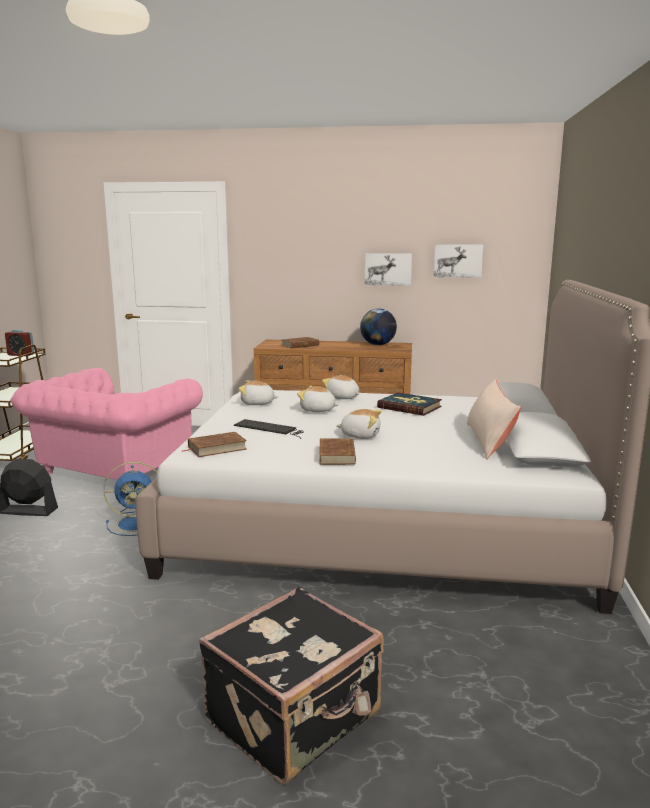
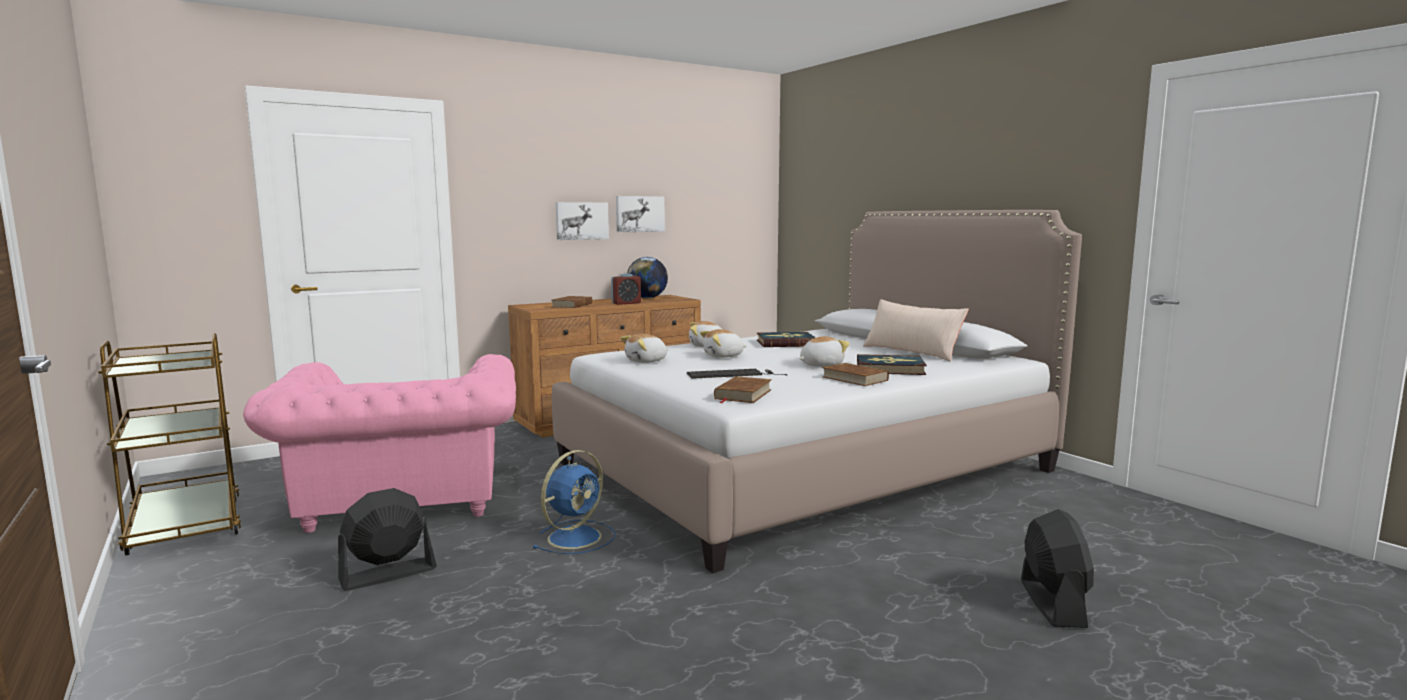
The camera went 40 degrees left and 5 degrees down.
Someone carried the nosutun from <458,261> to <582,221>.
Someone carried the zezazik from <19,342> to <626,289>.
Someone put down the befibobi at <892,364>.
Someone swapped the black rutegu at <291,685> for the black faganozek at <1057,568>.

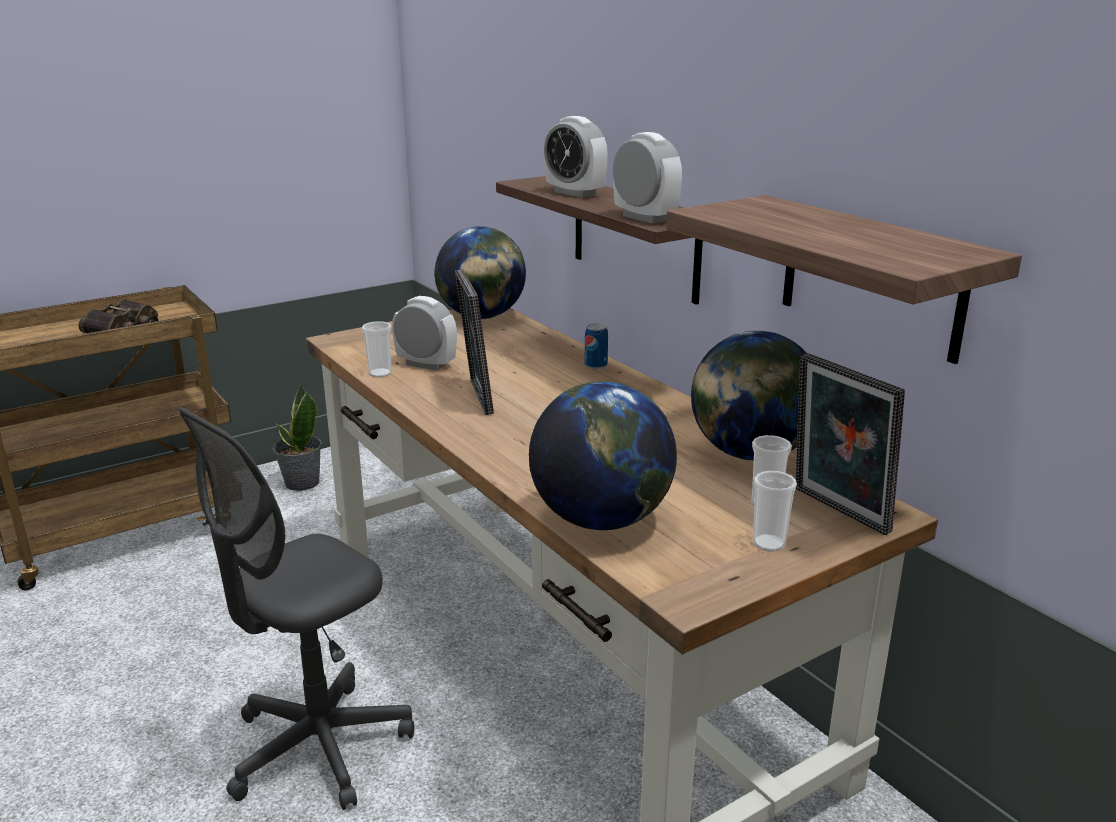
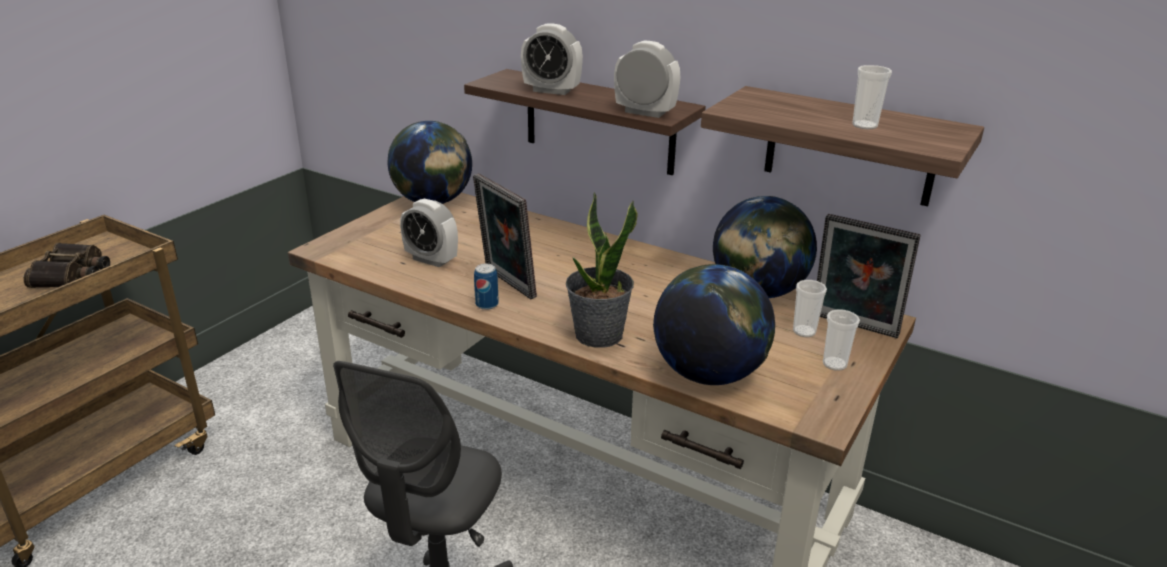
The camera went 25 degrees left and 5 degrees up.
Someone rotated the zezazik at <424,333> by 150 degrees counterclockwise.
Someone carried the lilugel from <596,346> to <486,287>.
Someone carried the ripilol from <297,437> to <602,270>.
Someone carried the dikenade from <376,349> to <872,97>.

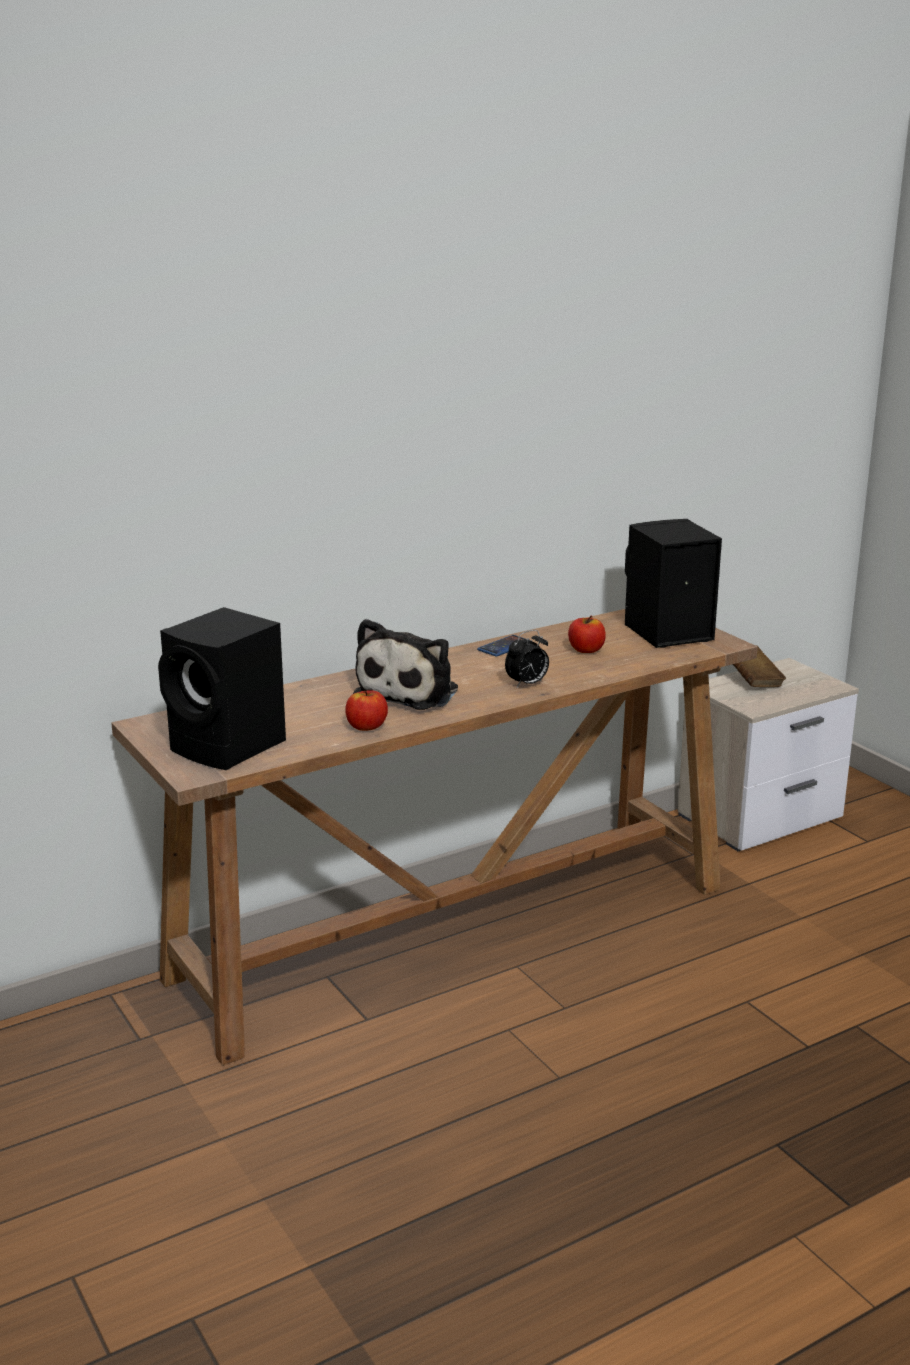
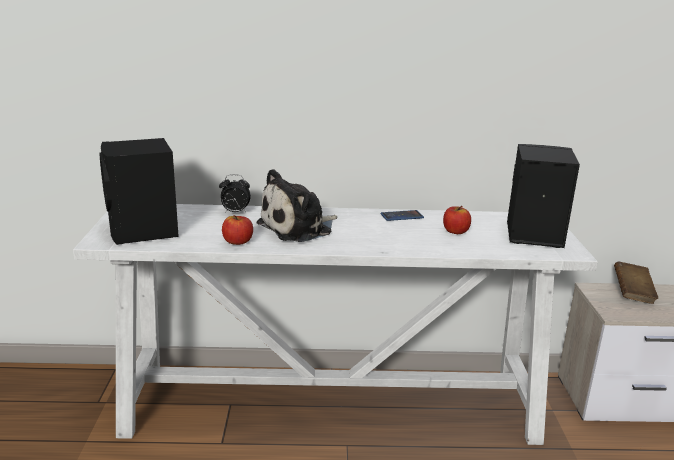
The camera went 30 degrees right and 0 degrees up.
Someone repainted the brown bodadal at <434,837>, which became the white bodadal at <335,324>.
Someone carried the zezazik from <527,659> to <235,193>.

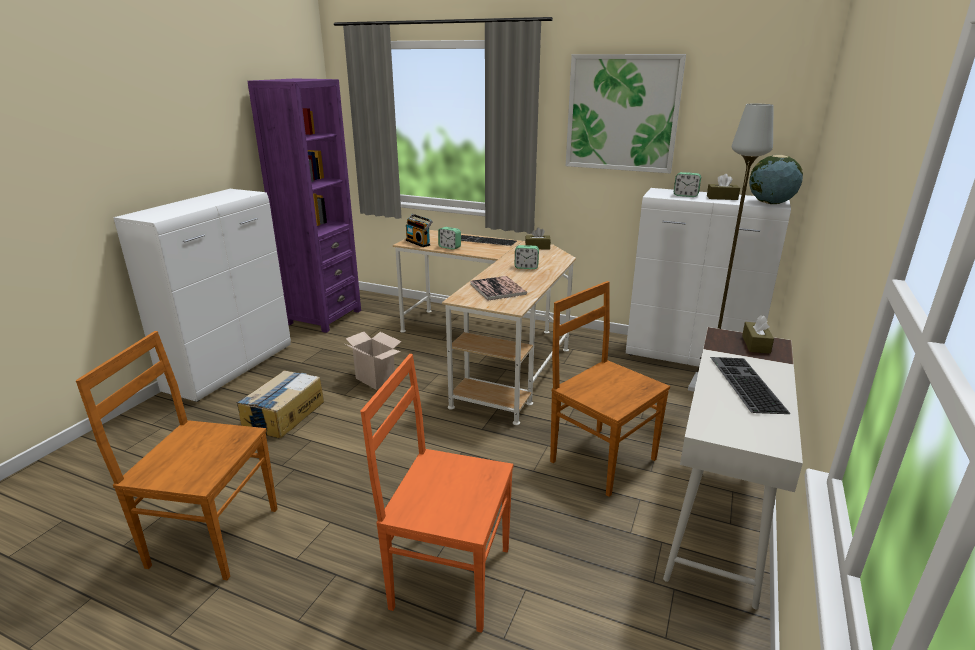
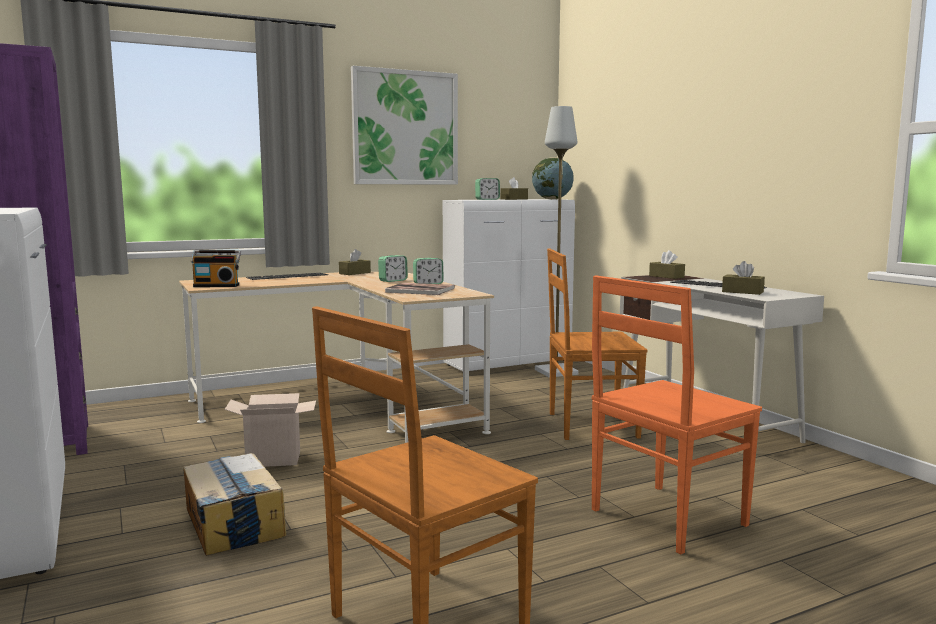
The camera went 50 degrees left and 15 degrees down.
Someone carried the zezazik from <449,238> to <428,271>.
Someone put down the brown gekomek at <743,278>.

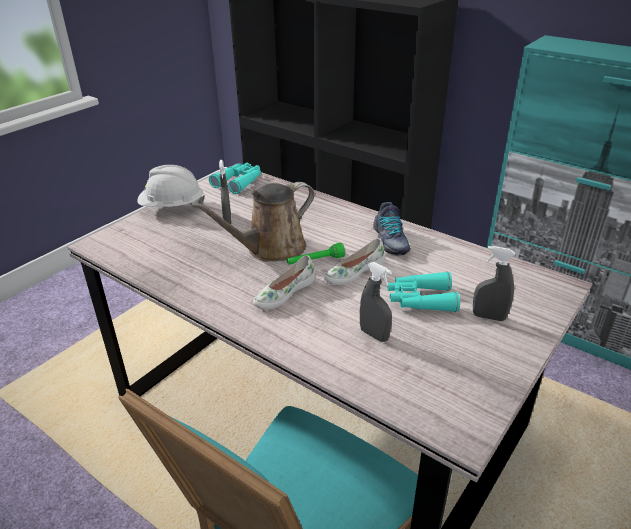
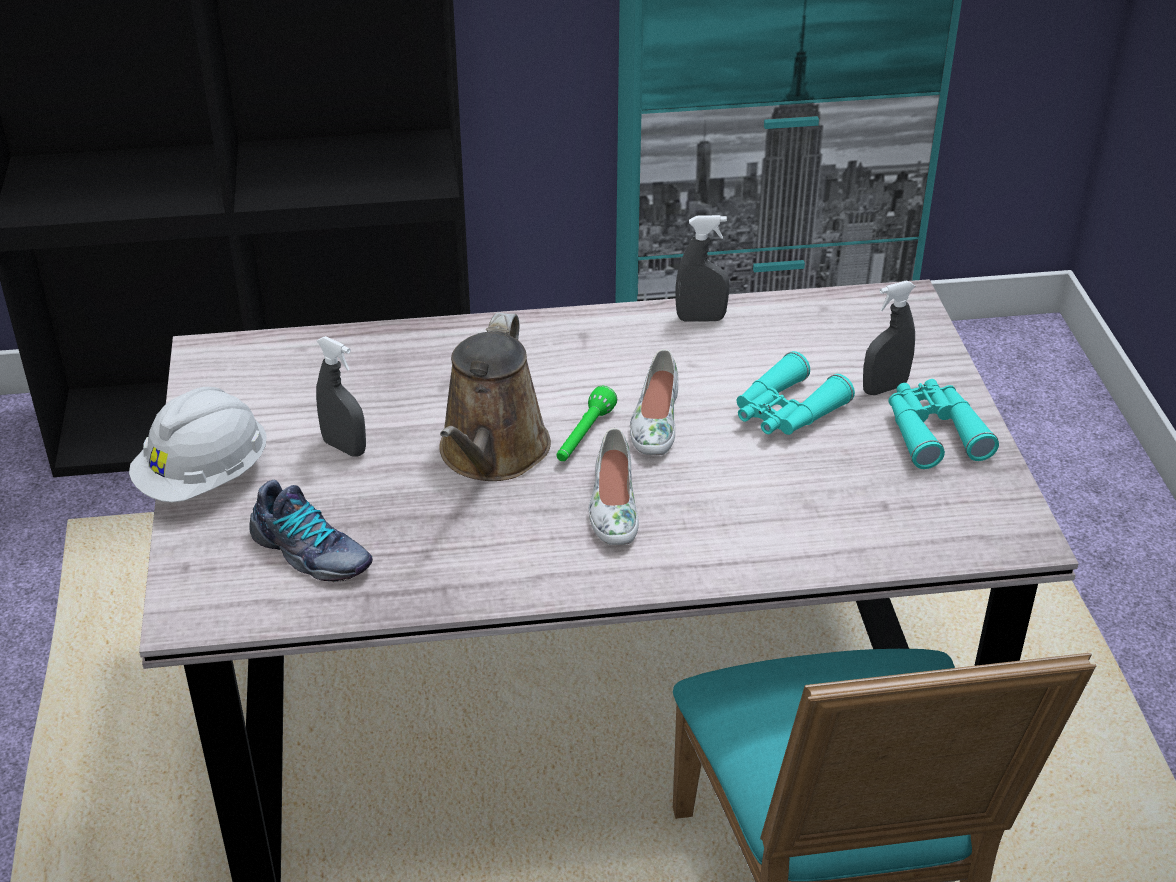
The camera went 45 degrees left and 5 degrees up.
Someone carried the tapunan from <392,229> to <311,531>.
Someone carried the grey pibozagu from <376,302> to <703,268>.
Someone carried the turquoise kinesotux from <235,178> to <943,424>.

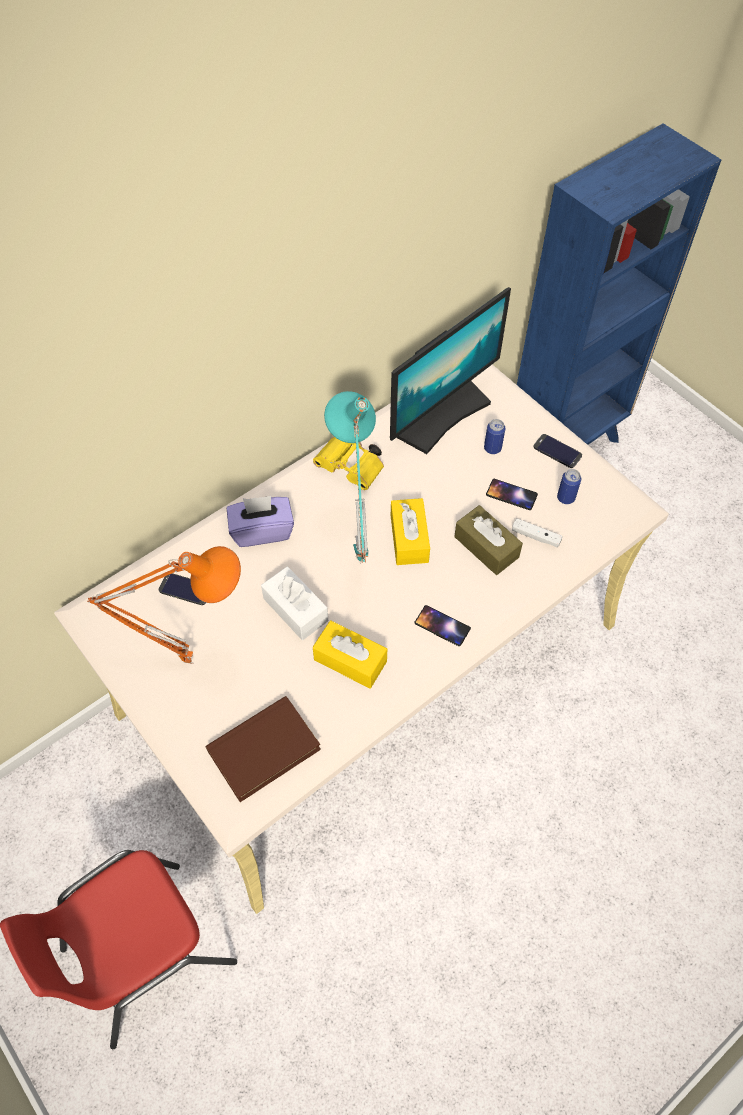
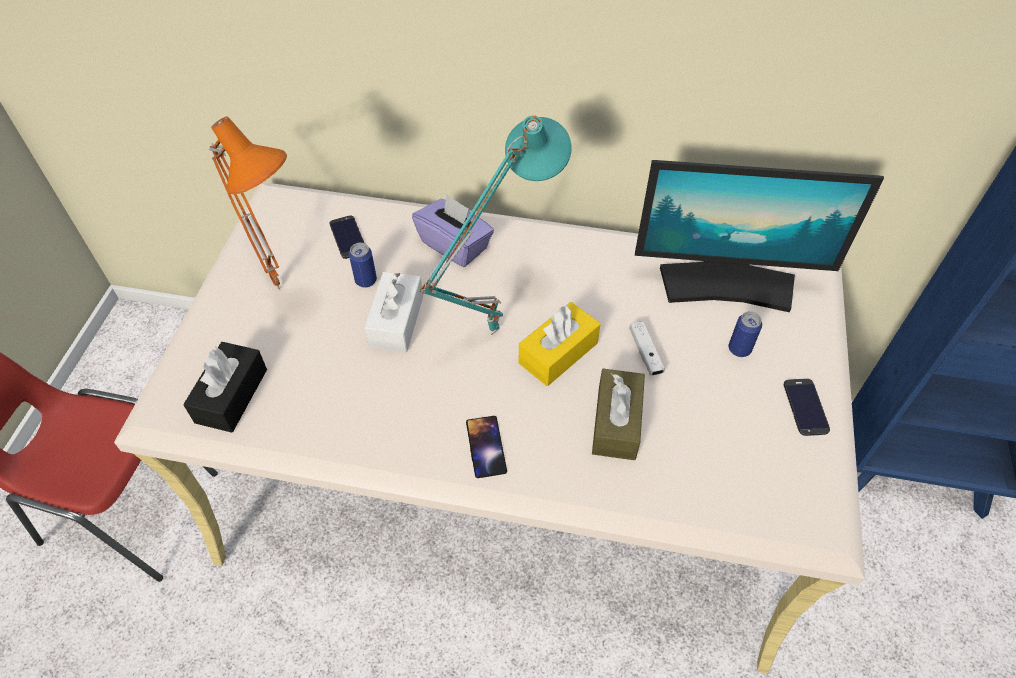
The camera went 50 degrees right and 5 degrees down.
Someone swapped the brown befibobi at <263,749> for the black gekomek at <225,387>.
Someone carried the lilugel from <569,486> to <363,265>.
Someone carried the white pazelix from <537,533> to <647,348>.
Someone took away the yellow kinesotux at <348,463>.
Someone took away the yellow gekomek at <350,655>.
Someone took away the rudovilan at <512,494>.

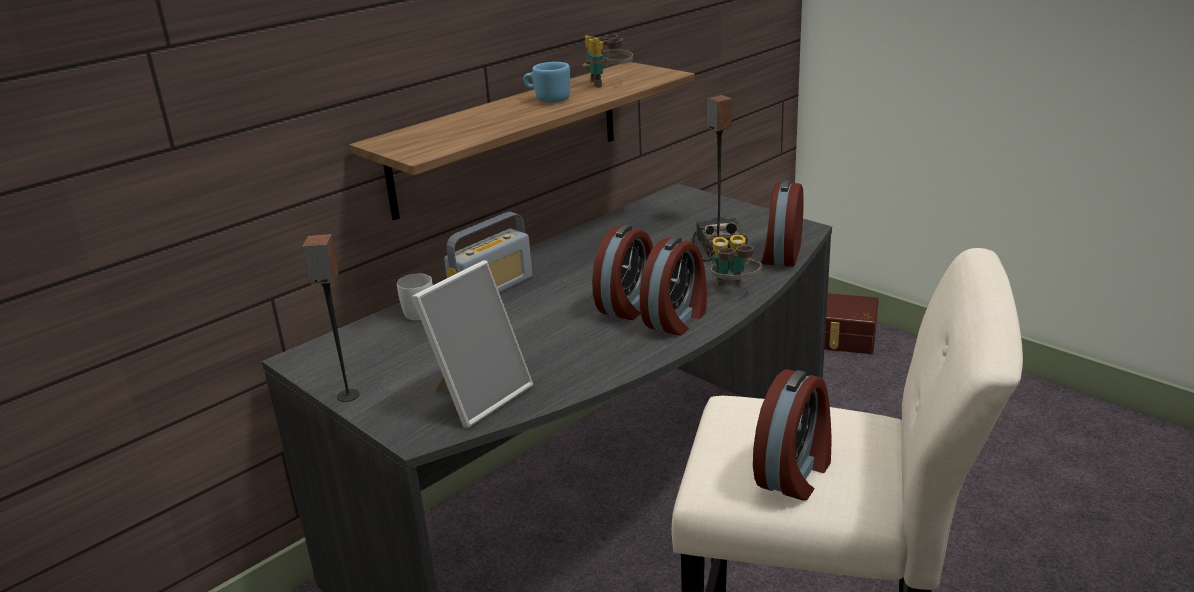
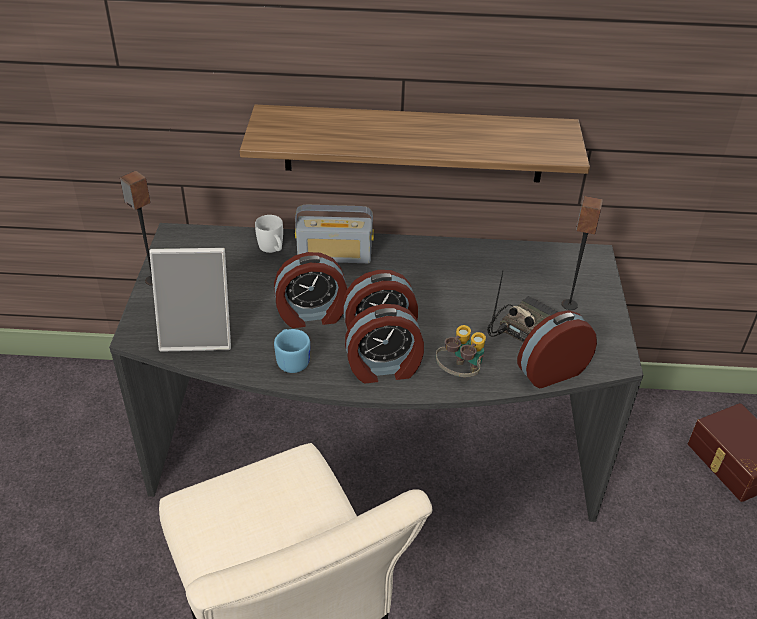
The camera went 45 degrees right and 15 degrees up.
Someone carried the zezazik from <792,435> to <310,290>.
Someone carried the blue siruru from <547,82> to <292,351>.
Someone took away the kinesotux at <608,61>.

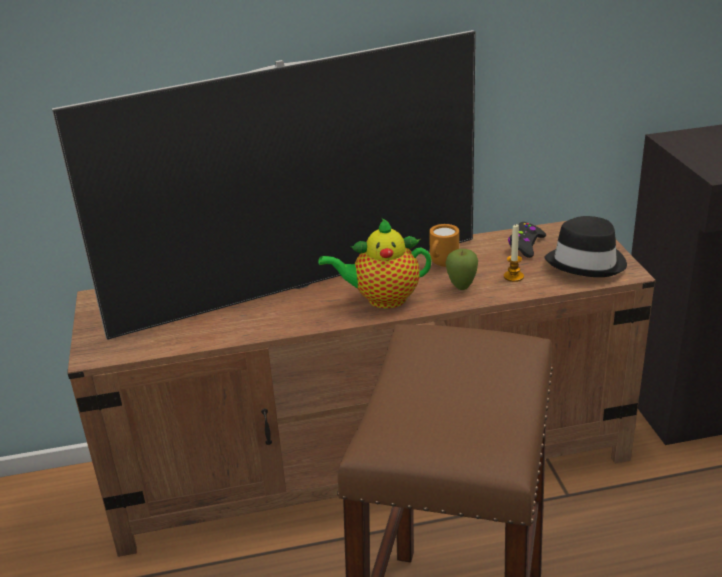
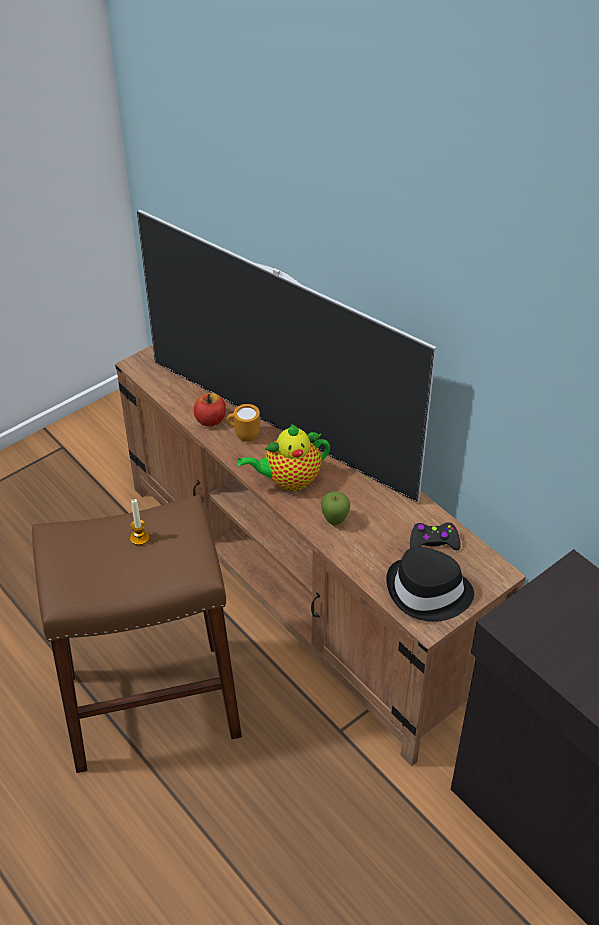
The camera went 60 degrees right and 15 degrees up.
Someone carried the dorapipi from <514,253> to <140,522>.
Someone put down the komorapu at <210,409>.
Someone carried the orange siruru from <444,245> to <243,423>.
Someone rotated the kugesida at <375,263> by 75 degrees counterclockwise.

